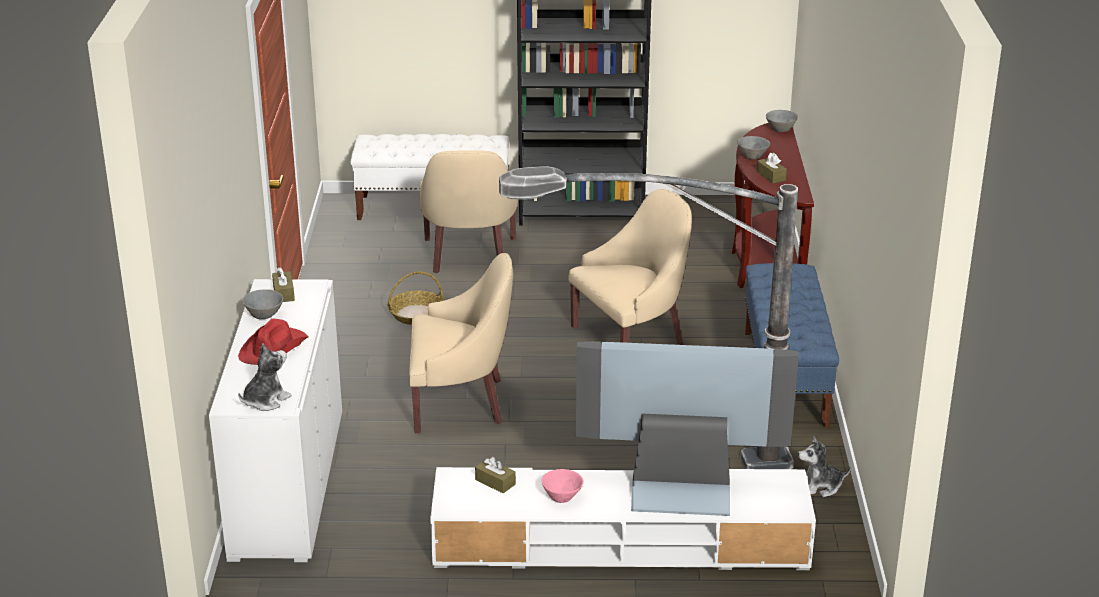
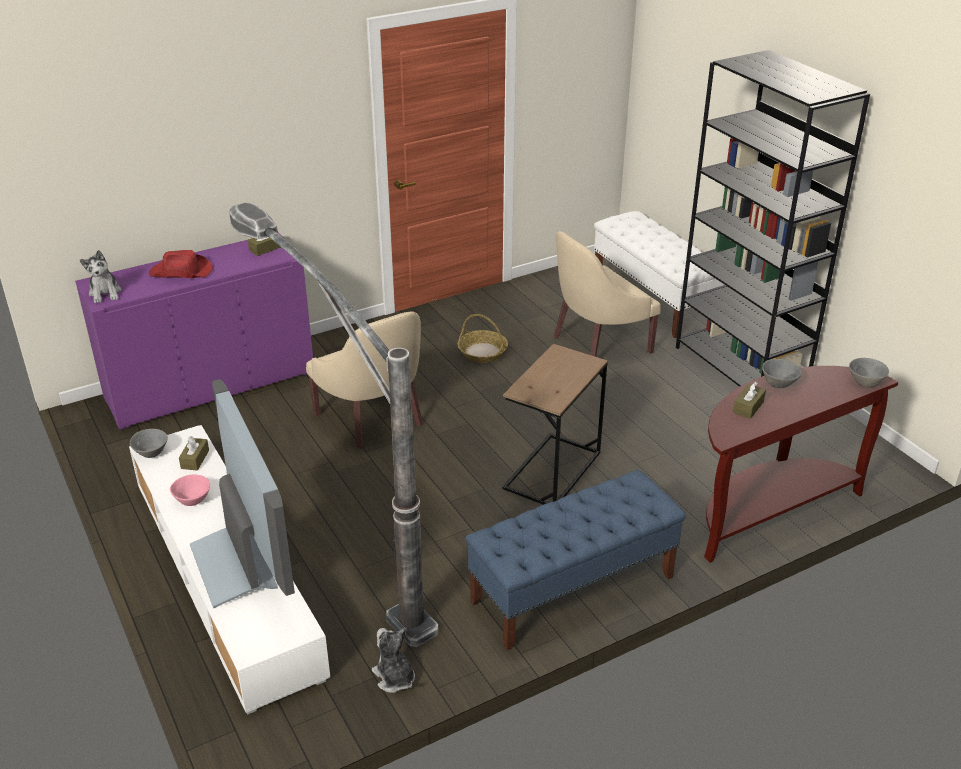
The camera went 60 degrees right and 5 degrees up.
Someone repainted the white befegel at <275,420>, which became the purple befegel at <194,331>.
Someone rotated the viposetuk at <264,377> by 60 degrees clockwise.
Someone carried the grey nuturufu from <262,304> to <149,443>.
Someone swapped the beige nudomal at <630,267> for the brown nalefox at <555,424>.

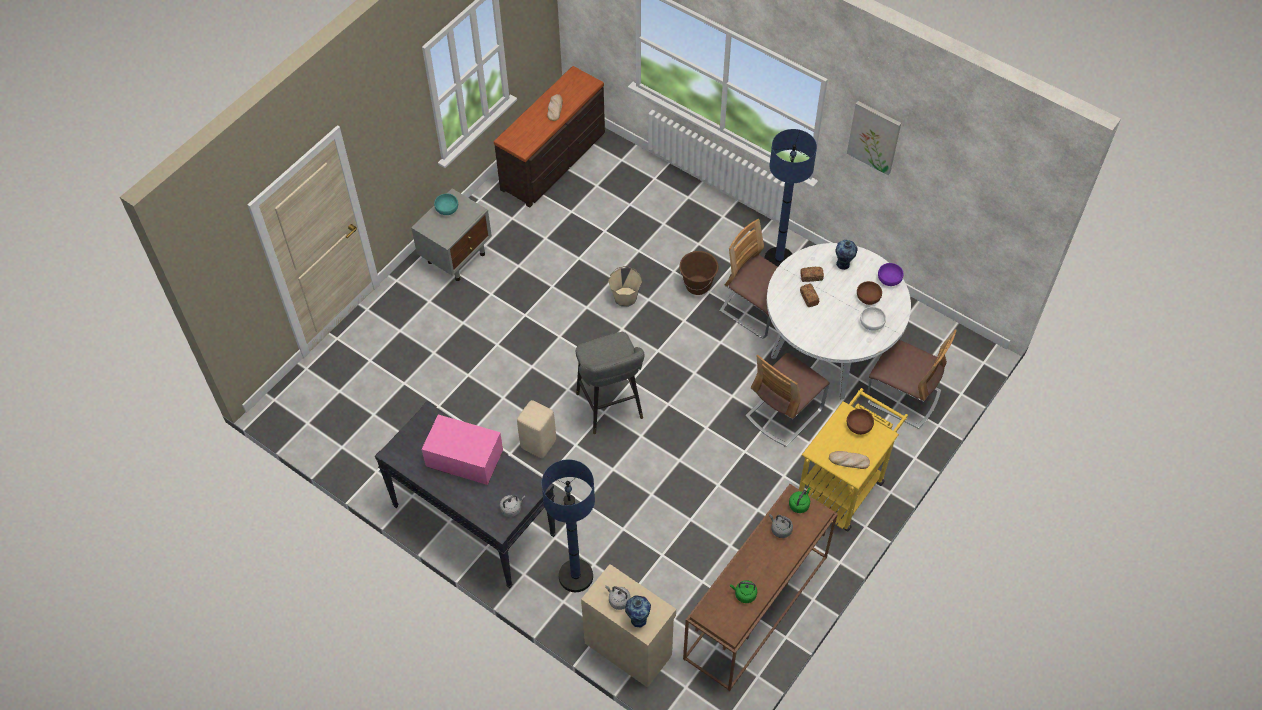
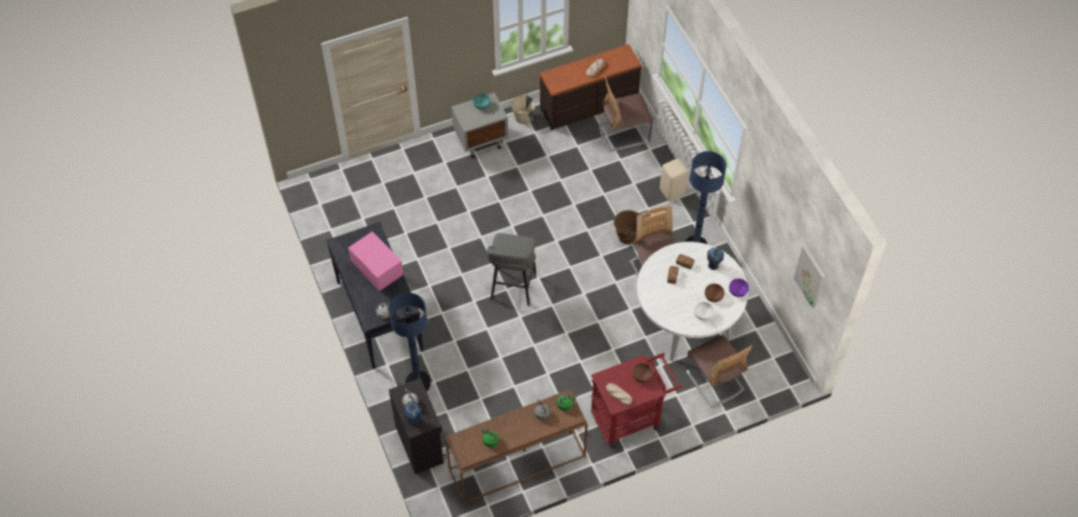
The camera went 30 degrees right and 0 degrees up.
Someone repainted the beige befegel at <628,626>, which became the black befegel at <417,426>.
Someone carried the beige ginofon from <625,286> to <523,109>.
Someone repainted the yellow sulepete at <853,459>, which became the red sulepete at <636,400>.
Someone carried the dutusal from <787,400> to <626,113>.
Someone carried the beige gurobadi from <536,429> to <674,179>.
Someone carried the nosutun from <874,138> to <809,277>.

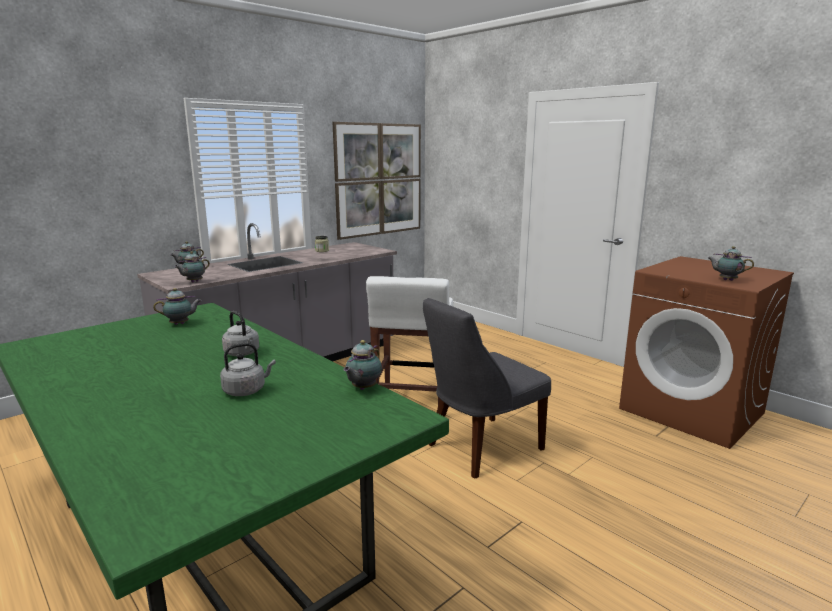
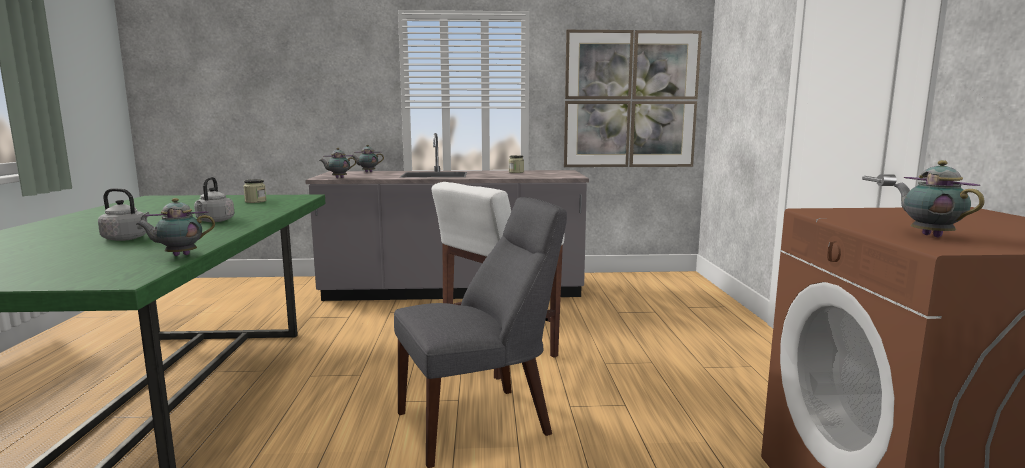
The camera went 40 degrees right and 5 degrees down.
Someone swapped the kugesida at <177,306> for the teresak at <254,191>.
Someone rotated the grey dutusal at <487,388> by 150 degrees clockwise.

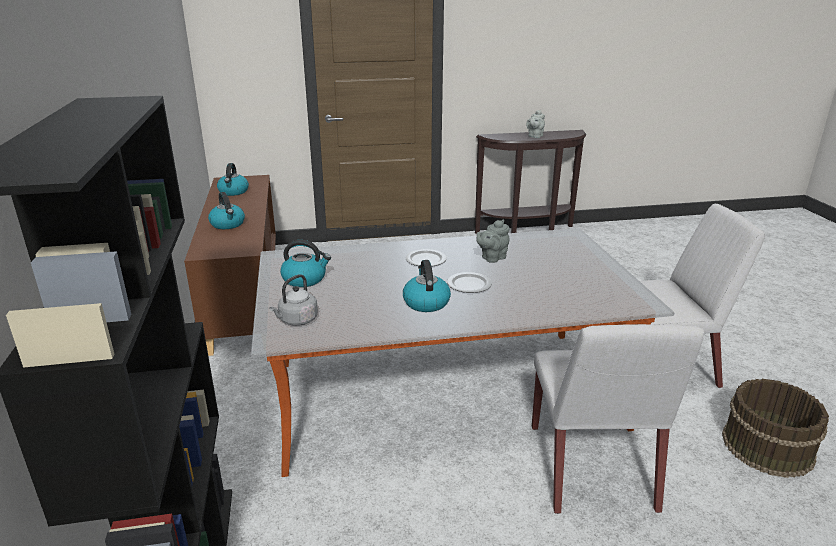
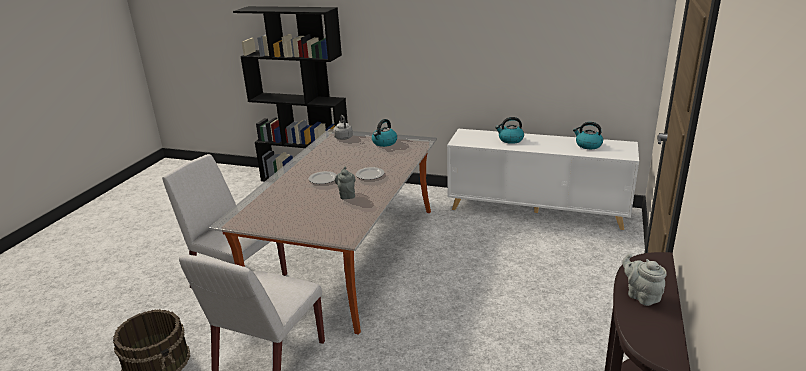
The camera went 120 degrees right and 0 degrees up.
Someone repainted the brown befegel at <230,265>, which became the white befegel at <543,179>.
Someone took away the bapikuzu at <427,286>.

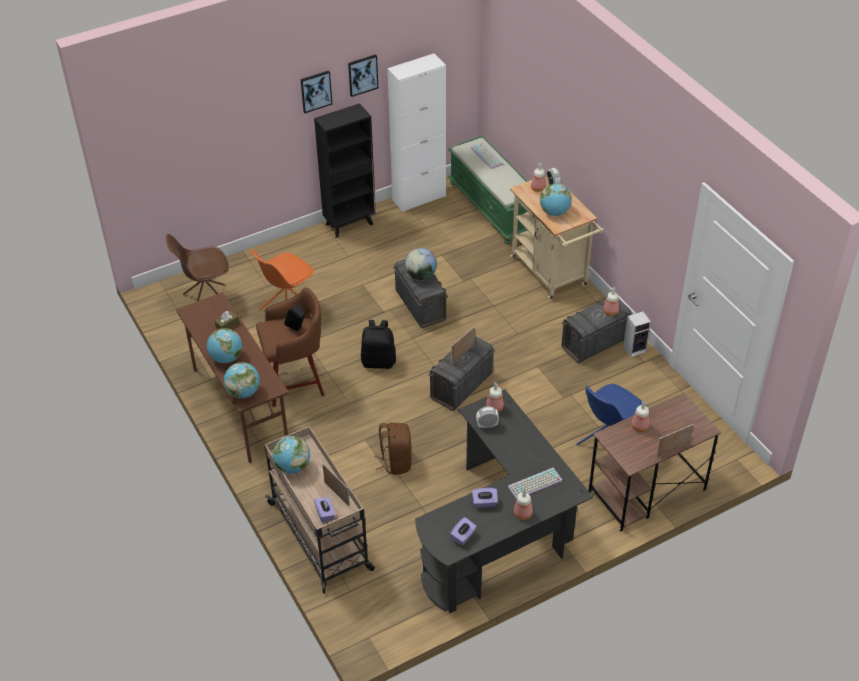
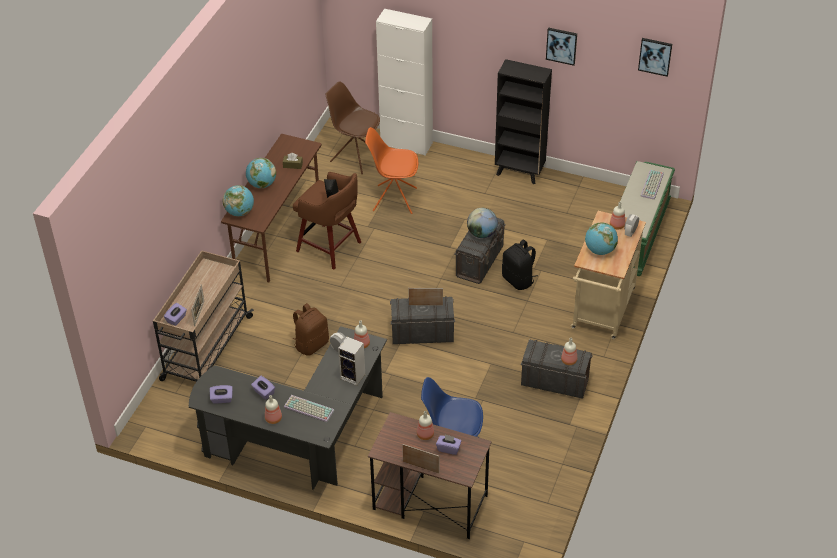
The camera went 50 degrees right and 0 degrees up.
Someone carried the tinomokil from <637,334> to <351,361>.
Someone carried the white befegel from <416,133> to <404,82>.
Someone put down the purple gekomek at <449,445>.
Someone carried the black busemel from <378,344> to <520,265>.
Someone carried the nosutun from <316,92> to <655,57>.
Someone took away the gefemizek at <291,455>.

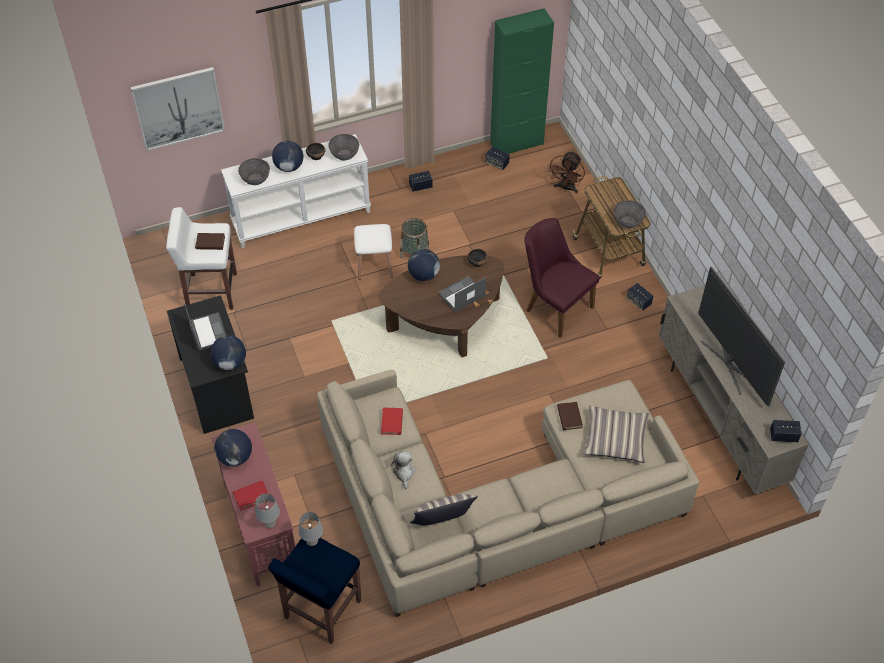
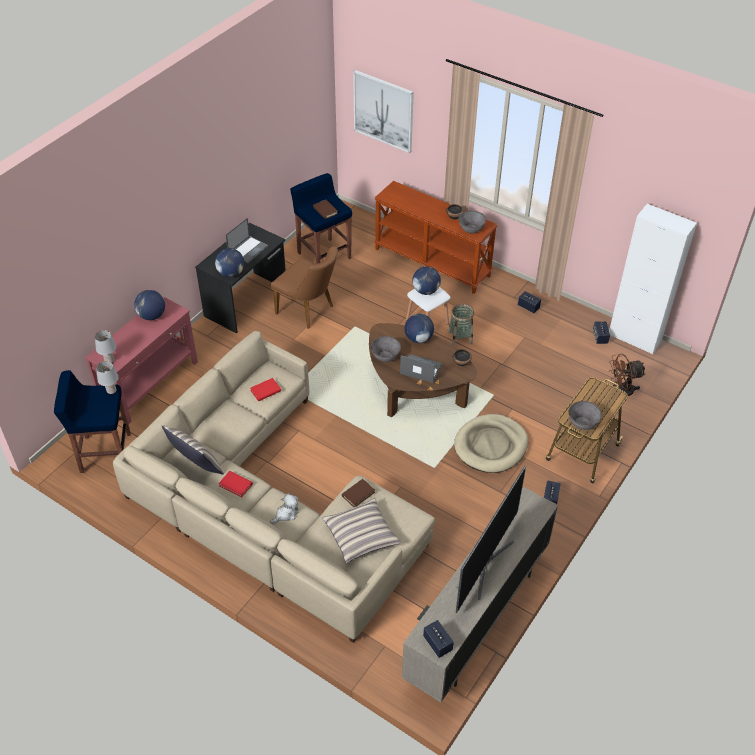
The camera went 55 degrees right and 5 degrees down.
Someone carried the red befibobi from <250,495> to <235,484>.
Someone carried the viposetuk from <403,470> to <284,508>.
Someone put down the brown dutusal at <304,287>.
Someone repainted the white gurobadi at <201,258>, which became the blue gurobadi at <321,218>.
Someone carried the grey nuturufu from <254,171> to <386,349>.
Someone repainted the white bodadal at <296,191>, which became the brown bodadal at <436,237>.
Someone carried the gefemizek from <287,156> to <426,280>.
Someone swapped the purple dutusal at <562,278> for the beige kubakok at <491,443>.
Someone repainted the green befegel at <522,81>, which became the white befegel at <653,279>.

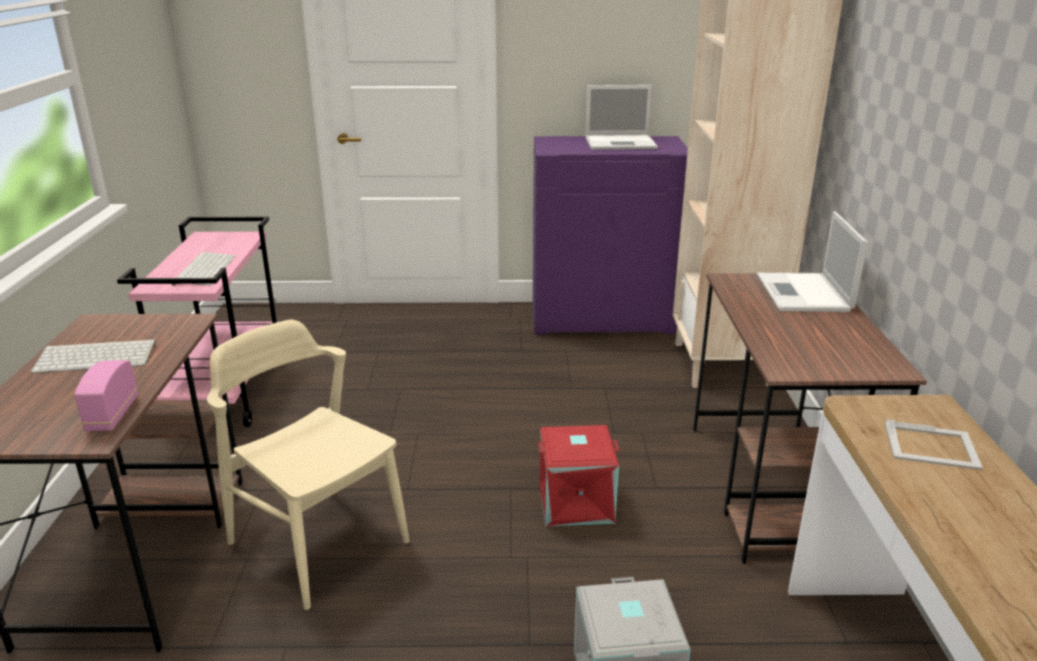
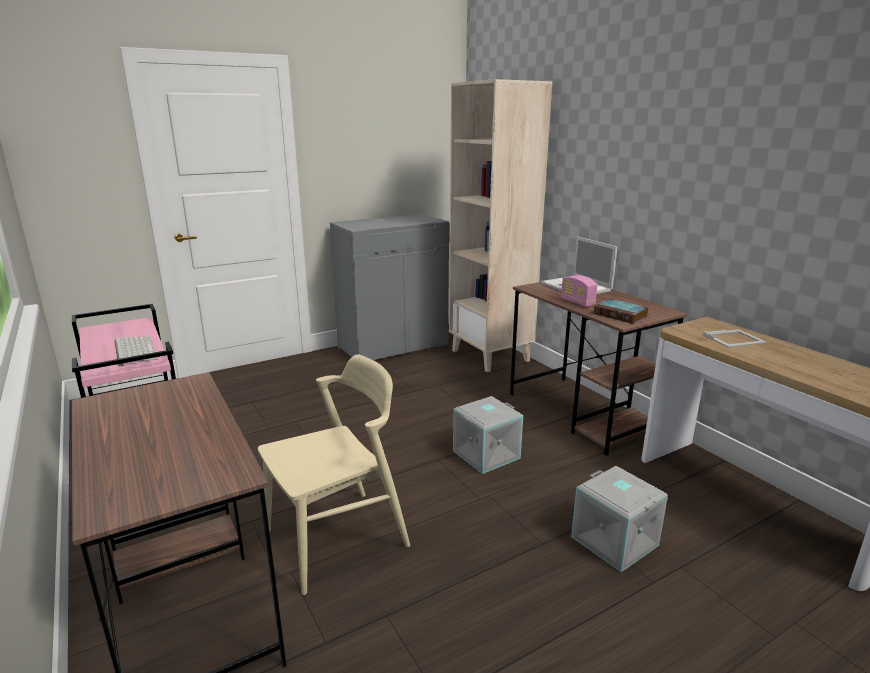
The camera went 30 degrees left and 5 degrees down.
Someone rotated the beige dutusal at <308,465> by 135 degrees clockwise.
Someone repainted the purple befegel at <610,235>, which became the grey befegel at <389,287>.
Someone repainted the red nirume at <579,475>, which became the grey nirume at <488,435>.
Someone carried the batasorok from <106,395> to <579,291>.
Someone put down the befibobi at <621,311>.
Someone took away the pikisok at <94,356>.
Someone took away the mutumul at <621,117>.

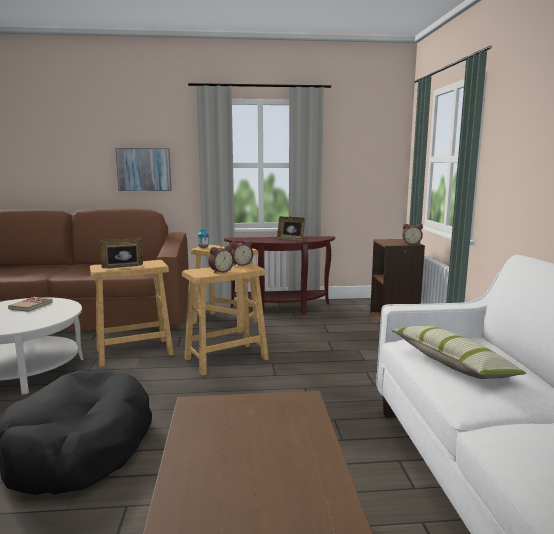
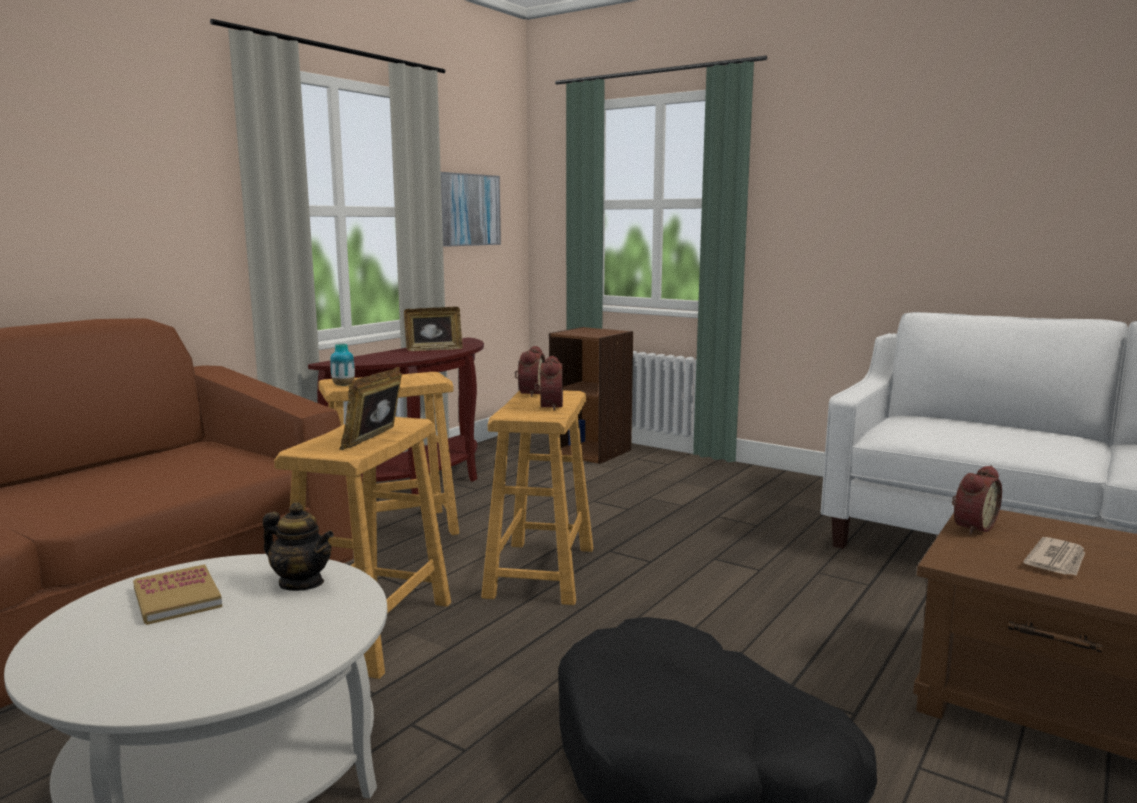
The camera went 50 degrees left and 0 degrees up.
Someone put down the kugesida at <298,546>.
Someone carried the nosutun from <143,169> to <471,209>.
Someone carried the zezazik from <412,234> to <977,500>.
Someone put down the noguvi at <1054,556>.
Someone took away the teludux at <459,352>.

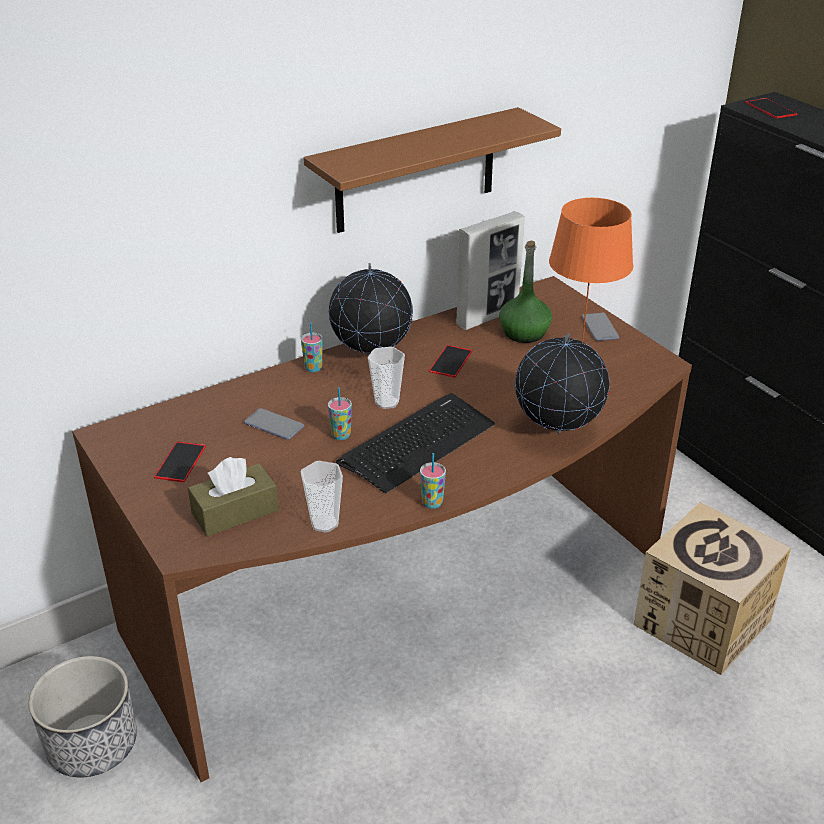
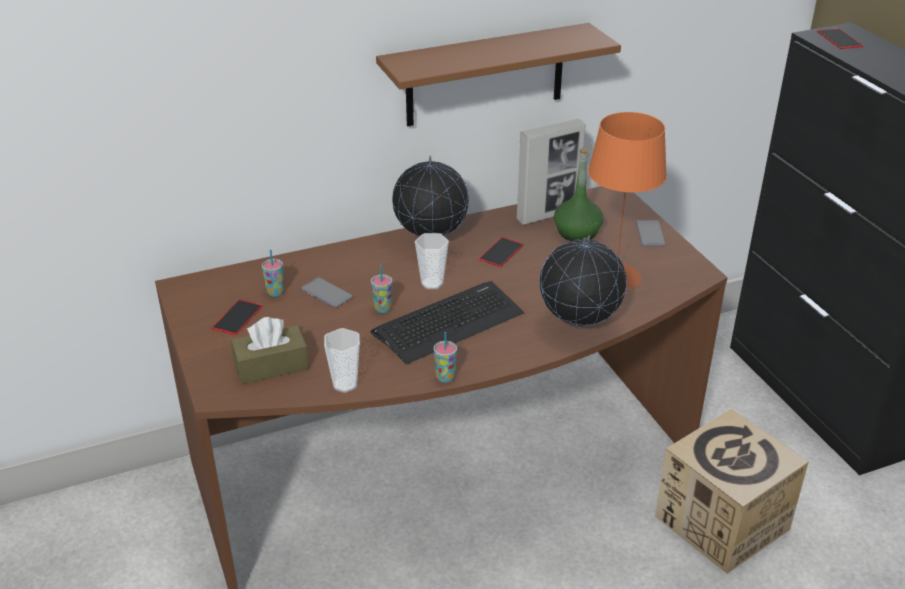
The camera went 10 degrees right and 0 degrees up.
Someone carried the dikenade from <312,347> to <273,273>.
Someone took away the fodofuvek at <83,716>.

